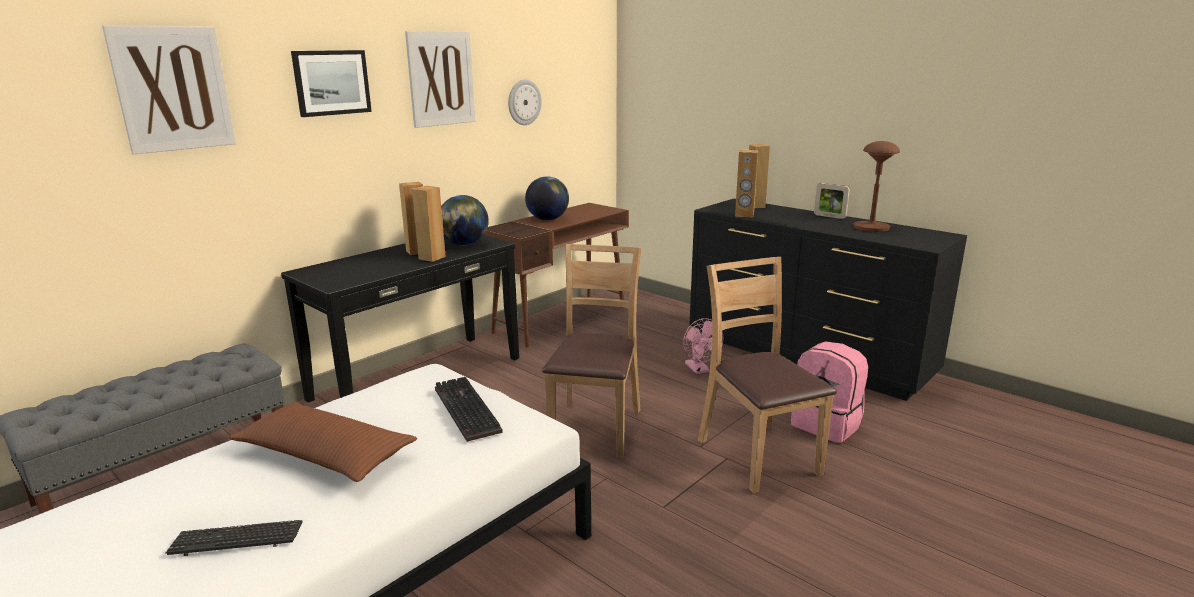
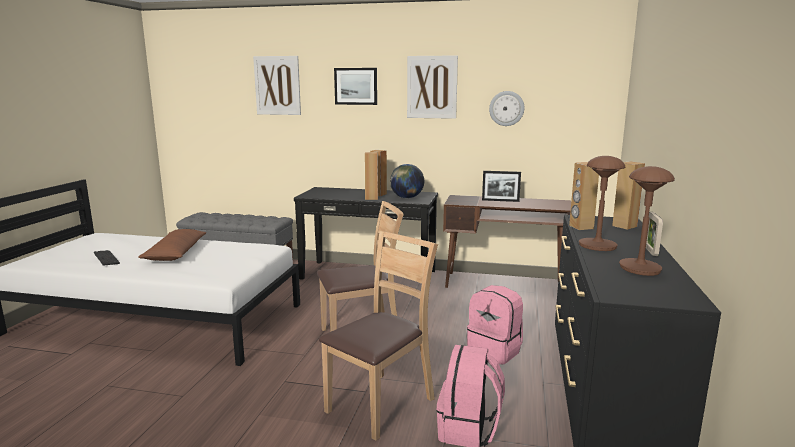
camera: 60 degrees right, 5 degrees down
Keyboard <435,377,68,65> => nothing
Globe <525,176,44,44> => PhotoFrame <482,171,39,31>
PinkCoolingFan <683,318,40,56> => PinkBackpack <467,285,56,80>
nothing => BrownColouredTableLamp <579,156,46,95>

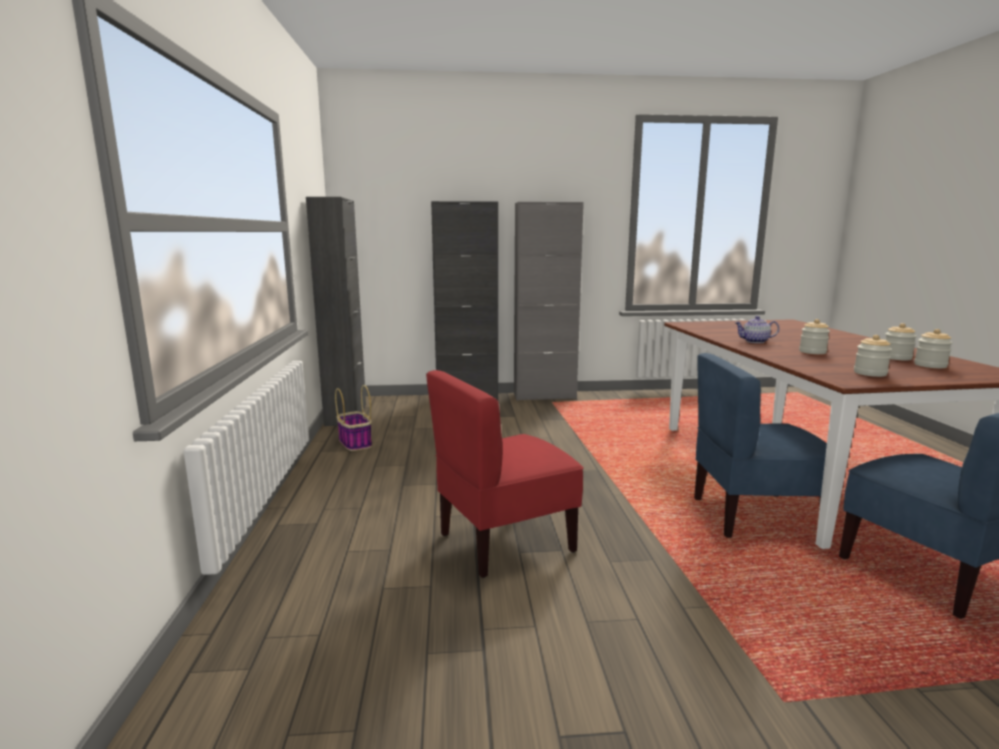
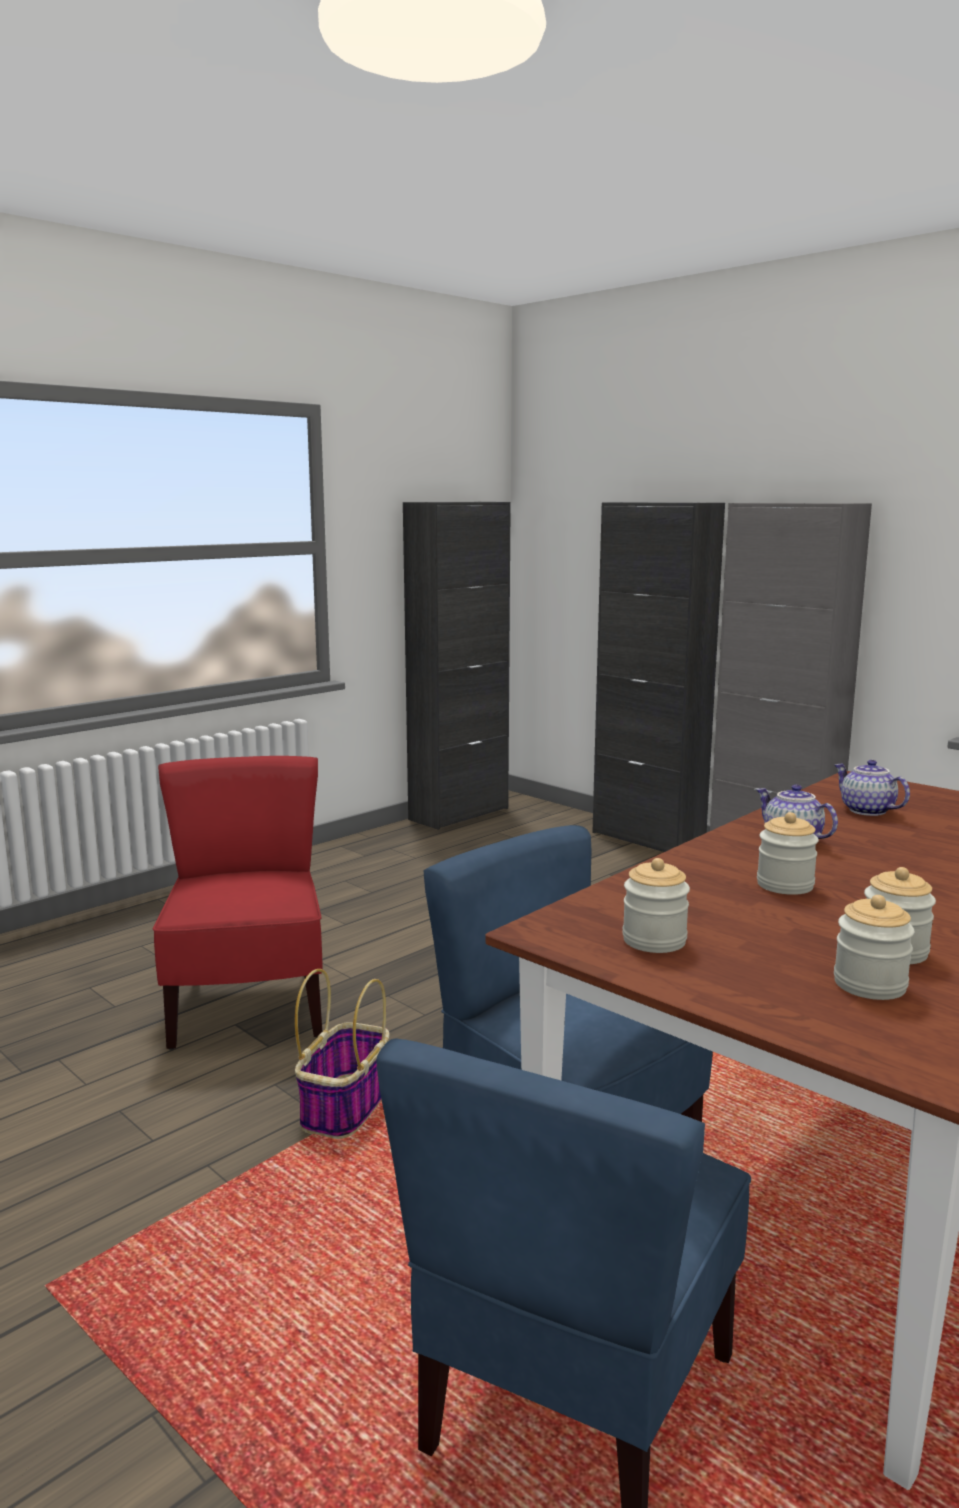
camera: 50 degrees right, 0 degrees up
Basket <335,385,37,66> => Basket <295,969,95,170>, relocated
RedUprightChair <426,370,158,208> => RedUprightChair <153,756,170,294>, 60 degrees clockwise
nothing => TeaPot <834,760,76,56>

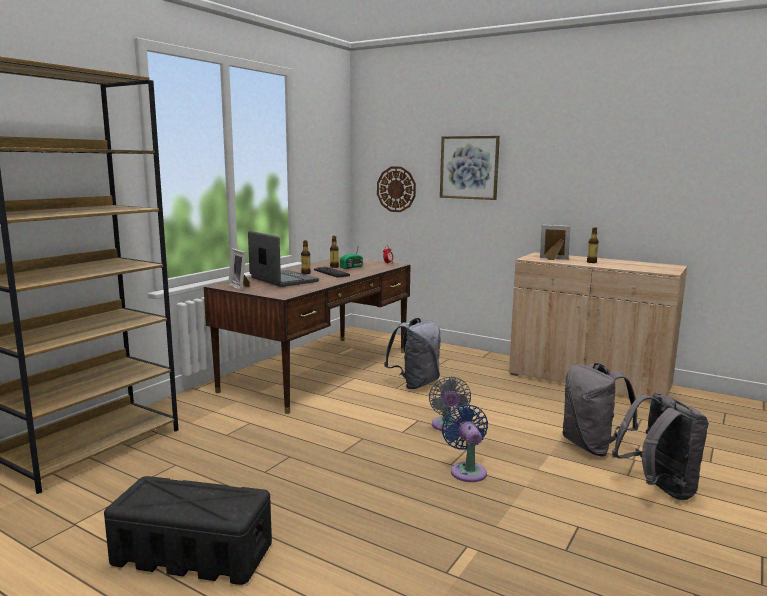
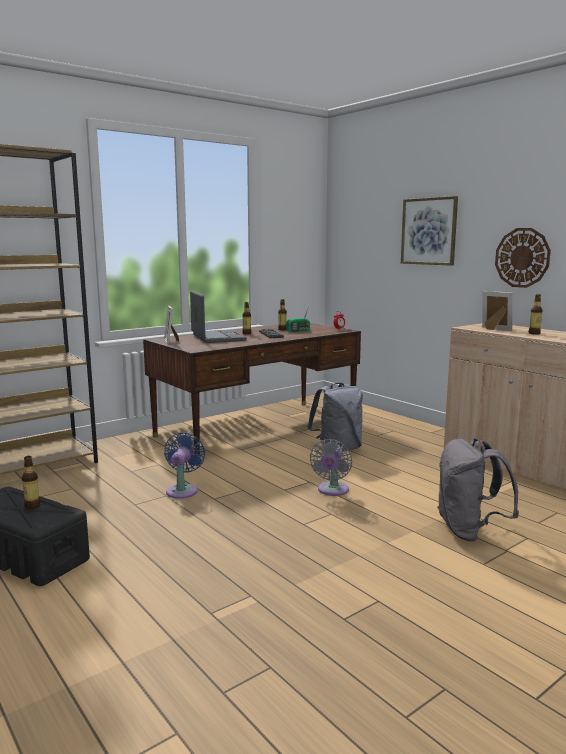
camera: 20 degrees right, 0 degrees up
HangingClock <377,167,39,45> => HangingClock <495,228,56,60>, relocated
BlueColouredCoolingFan <442,404,46,78> => BlueColouredCoolingFan <164,432,41,67>, relocated
GrayBackpack <612,392,97,108> => nothing
nothing => DrinkBottle <22,456,19,53>

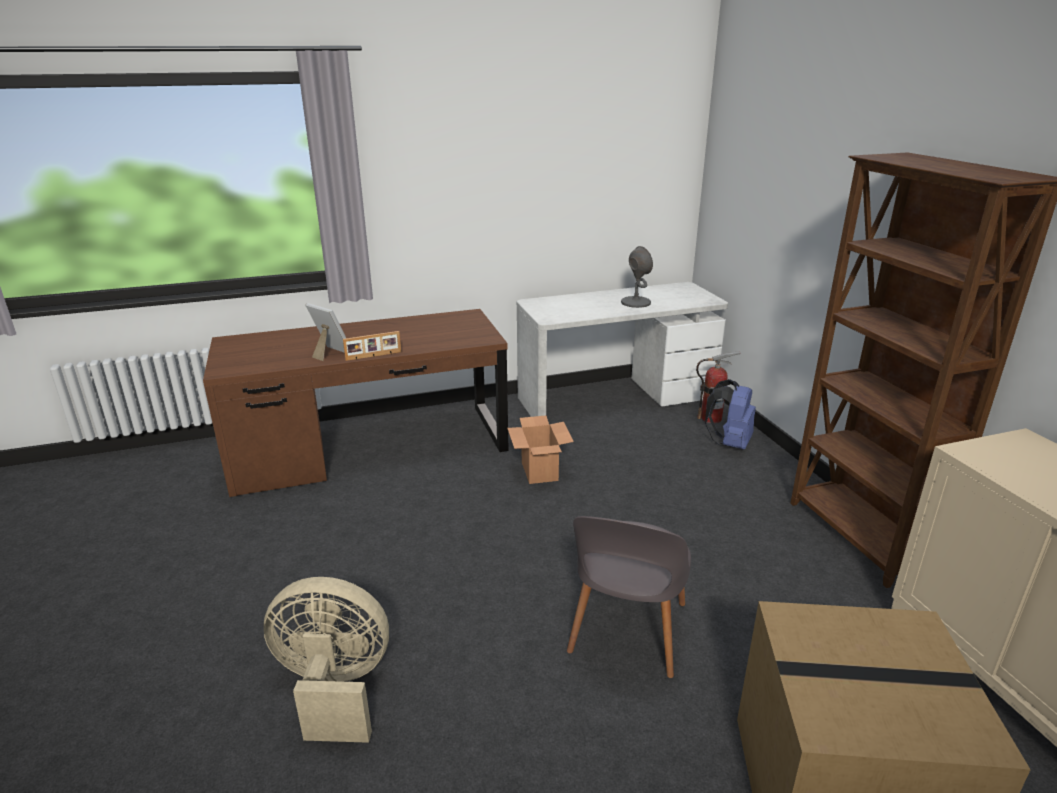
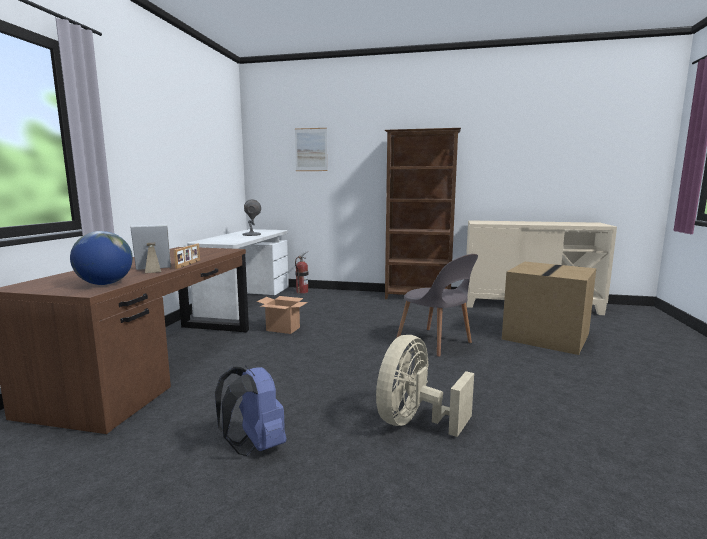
camera: 60 degrees left, 15 degrees down
BlueColouredBackpack <705,379,51,70> => BlueColouredBackpack <215,365,71,91>, relocated
nothing => Globe <70,231,63,54>
nothing => WallPicture <295,128,32,43>

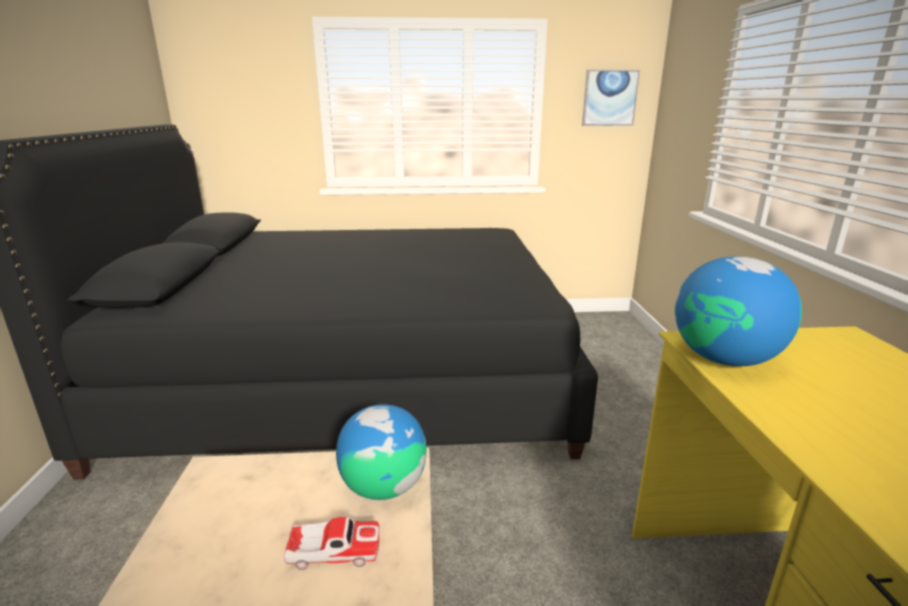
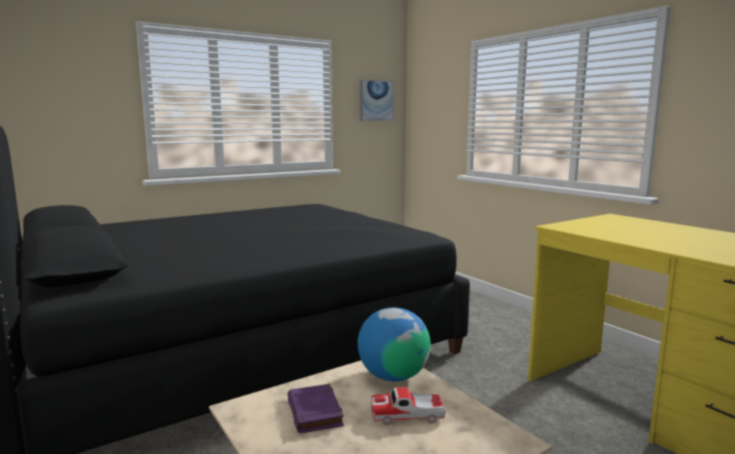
camera: 30 degrees left, 10 degrees down
ToyCar <284,517,96,53> => ToyCar <371,387,75,38>, 150 degrees counterclockwise
Globe <675,256,127,110> => nothing
nothing => PurplishVolume <287,384,57,49>

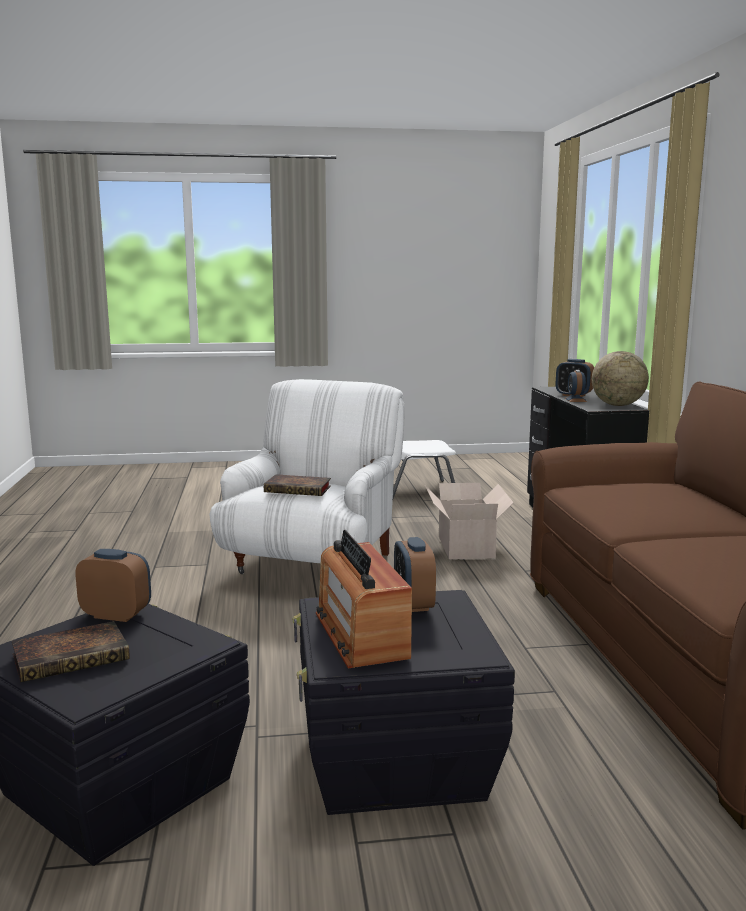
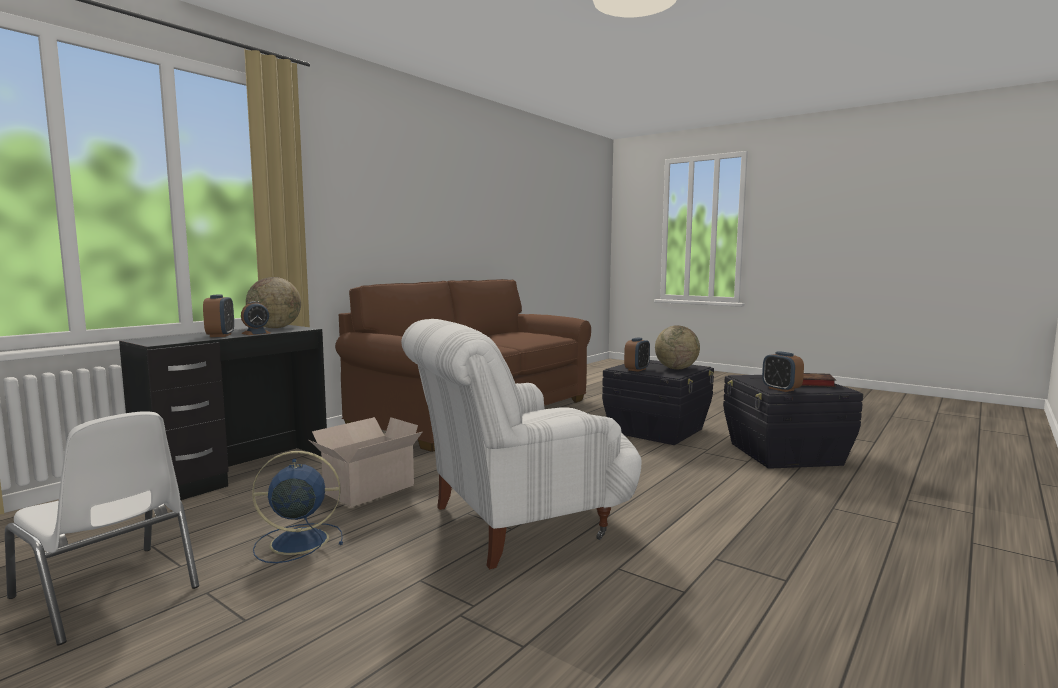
camera: 135 degrees left, 5 degrees down
Volume <264,474,67,22> => nothing
RadioReceiver <316,530,96,138> => Globe <655,325,45,44>
nothing => BlueColouredCoolingFan <252,451,91,112>

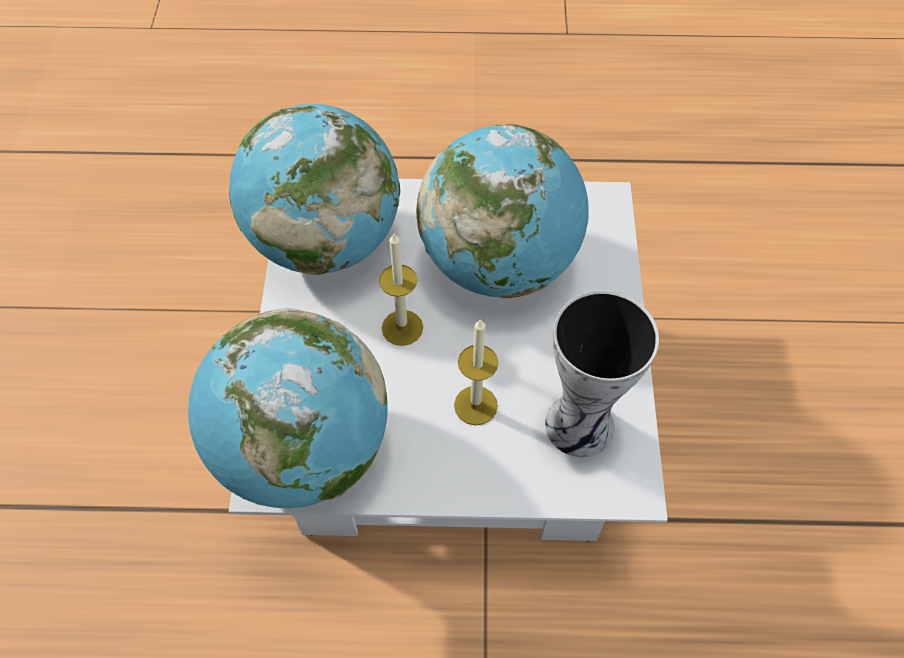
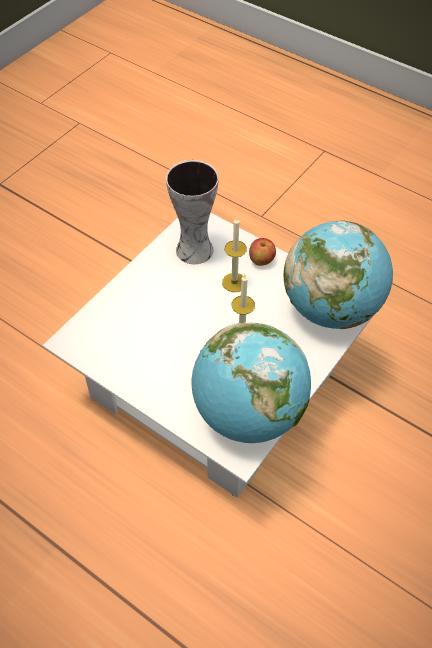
camera: 145 degrees left, 5 degrees down
Globe <417,124,172,174> => nothing
nothing => WholeApple <249,238,27,28>

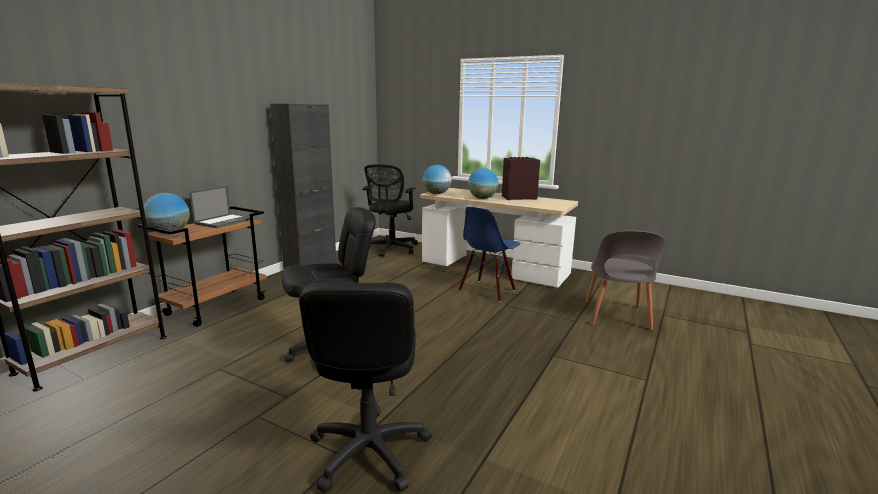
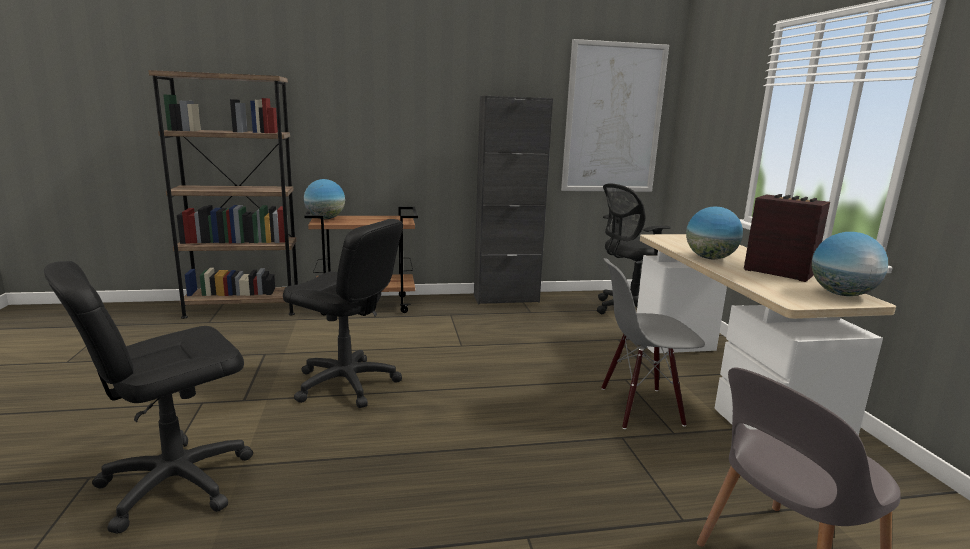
camera: 50 degrees right, 0 degrees up
Laptop <189,186,61,42> => nothing
Globe <423,165,29,29> => Globe <812,232,76,64>, relocated
BlueColouredUprightChair <459,207,61,95> => GrayUprightChair <601,258,104,171>
nothing => WallPicture <561,39,108,153>

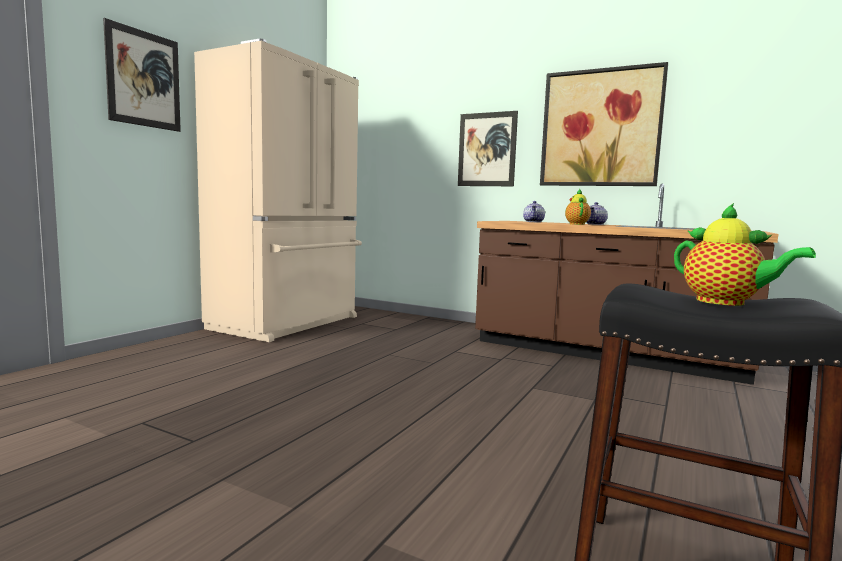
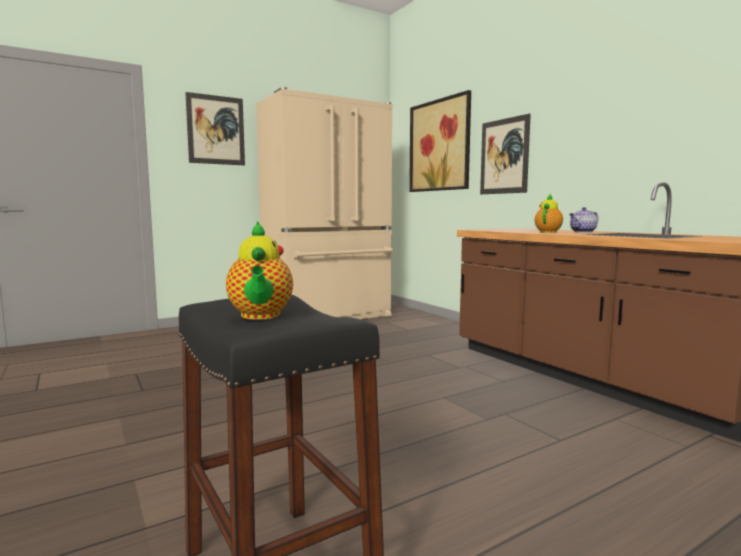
camera: 30 degrees right, 0 degrees up
TeaPot <523,201,22,21> => nothing
WallPicture <540,62,128,124> => WallPicture <409,90,62,102>, relocated

